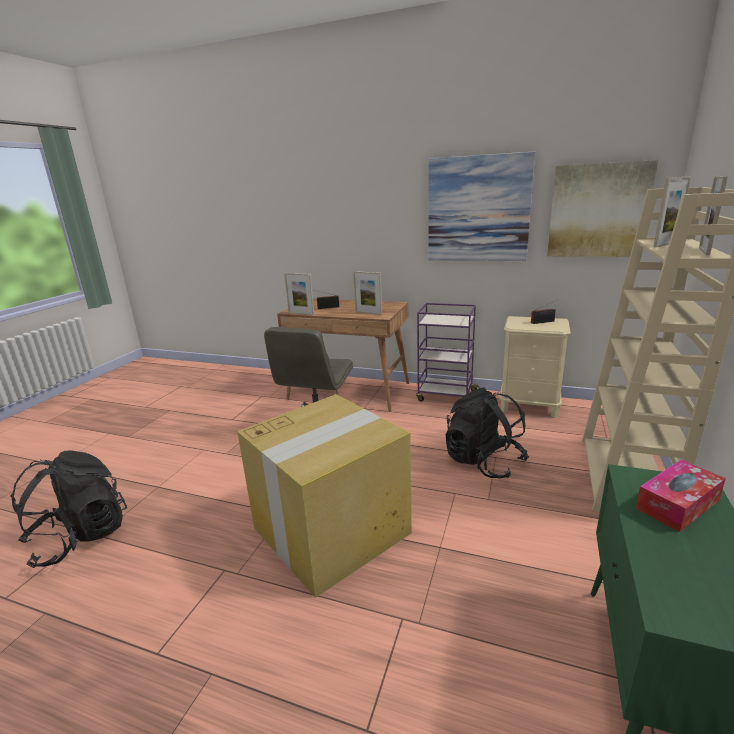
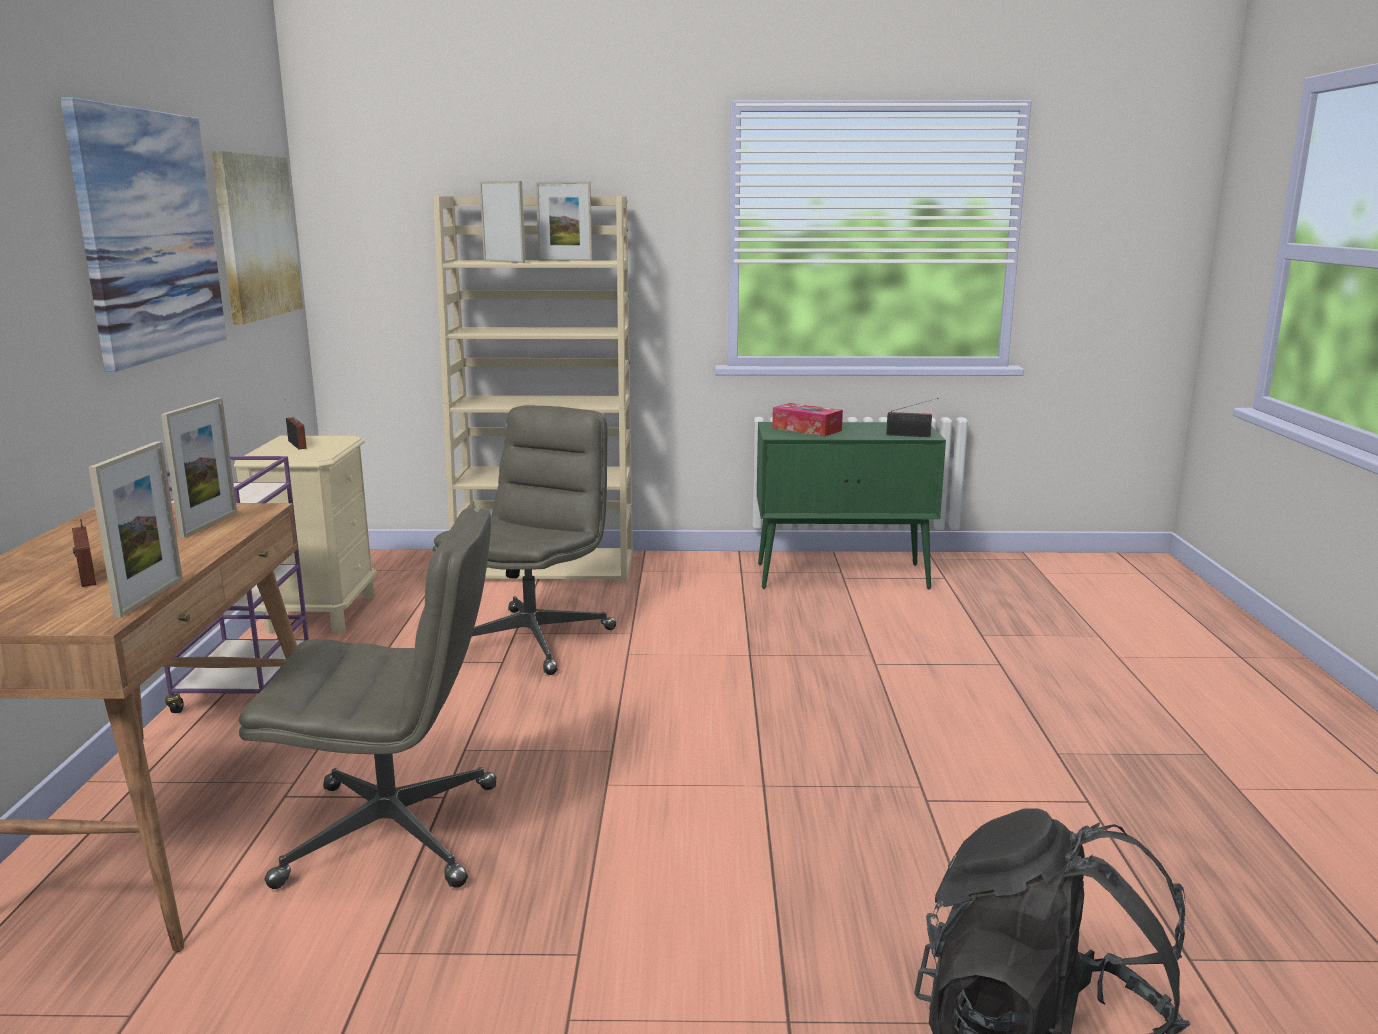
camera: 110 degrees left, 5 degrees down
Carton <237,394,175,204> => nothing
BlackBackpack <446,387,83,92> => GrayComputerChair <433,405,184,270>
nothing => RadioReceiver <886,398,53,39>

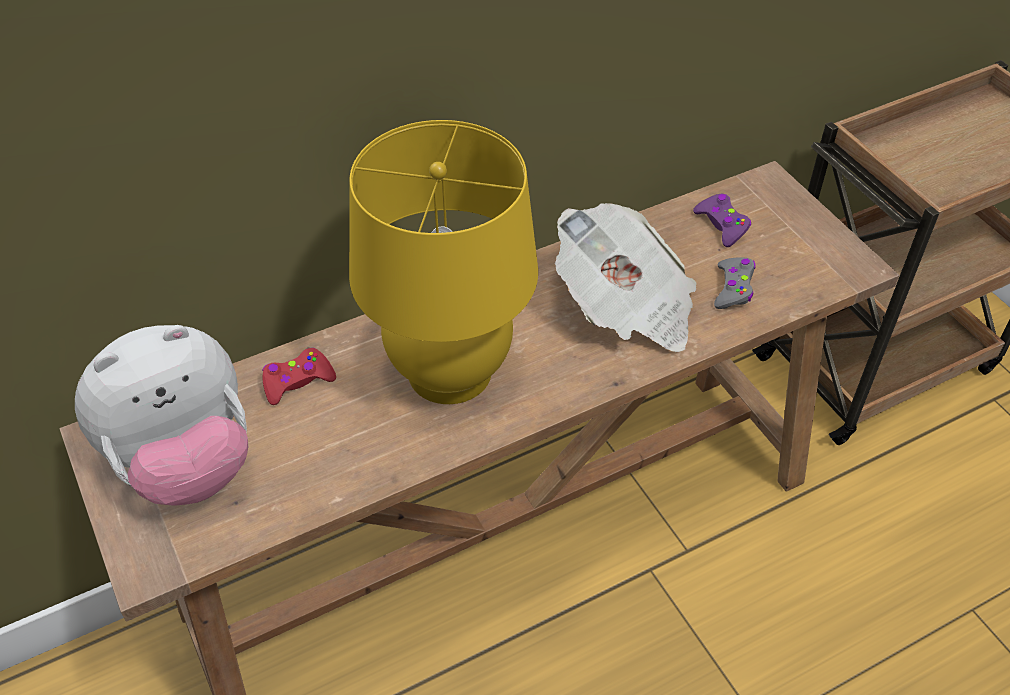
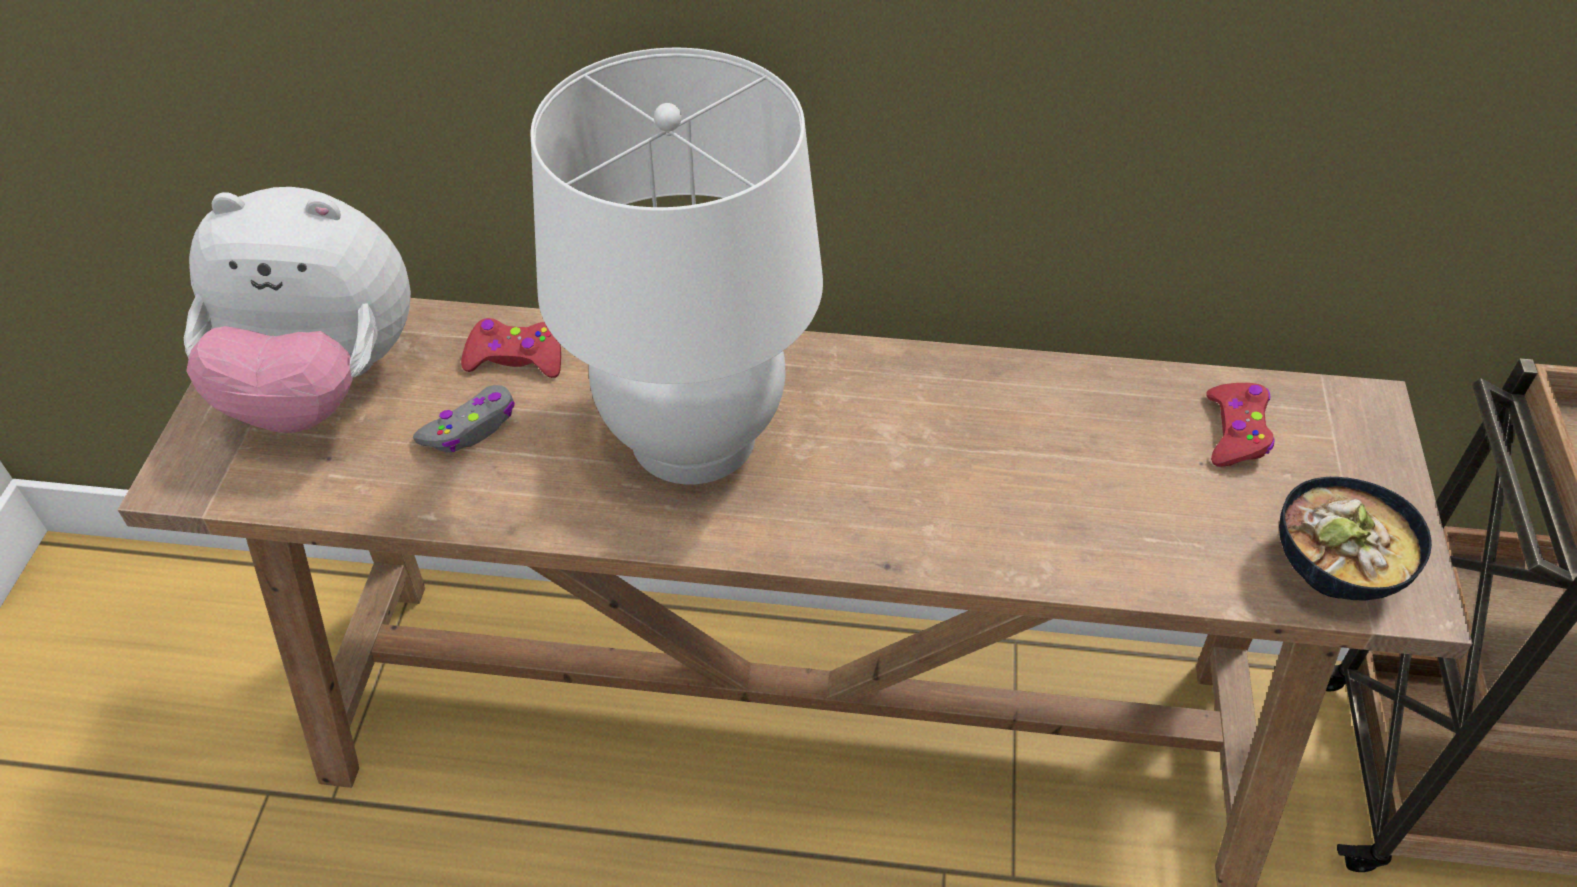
camera: 35 degrees right, 0 degrees up
YellowColouredTableLamp <349,120,189,284> => WhitishTableLamp <530,48,293,436>
DailyPaper <555,203,142,149> => nothing
PurplishGamepad <693,194,58,53> => RedGamepad <1206,383,68,84>
GrayGamepad <714,257,42,52> => GrayGamepad <413,385,102,68>, relocated
nothing => Bowl <1279,477,153,123>

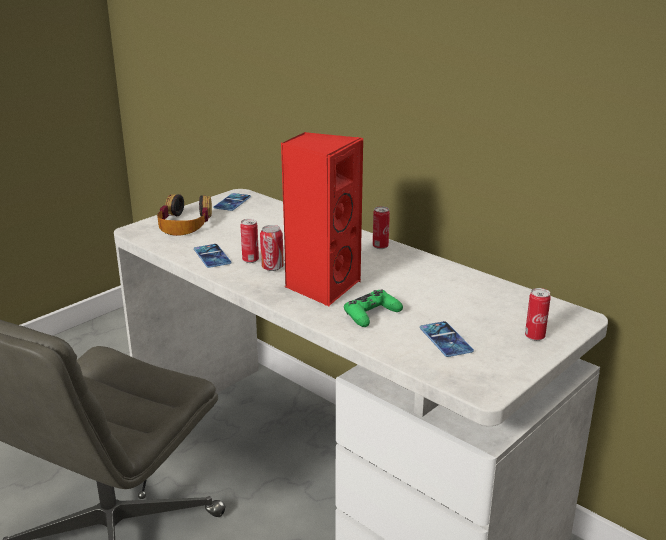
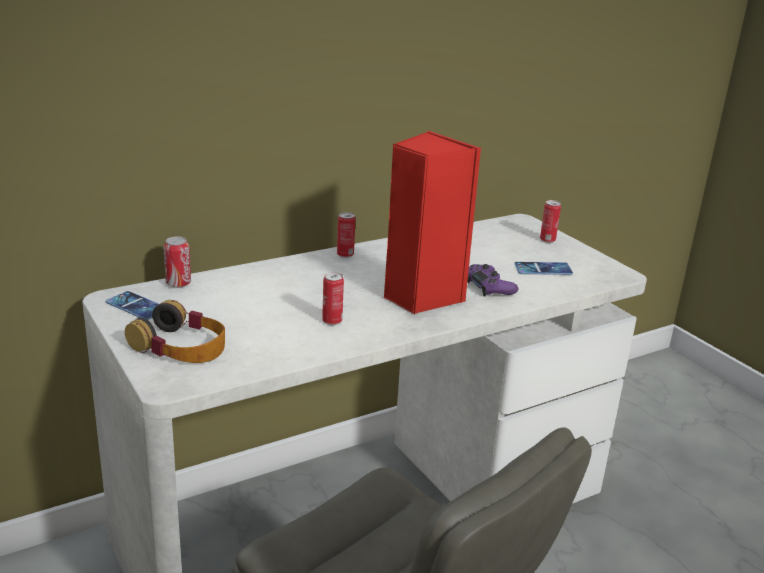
camera: 75 degrees left, 0 degrees up
Handset <194,244,37,24> => nothing
MetalCan <260,225,24,46> => MetalCan <163,236,28,52>, relocated
GreenishGamepad <344,290,59,37> => PurplishGamepad <467,264,51,32>

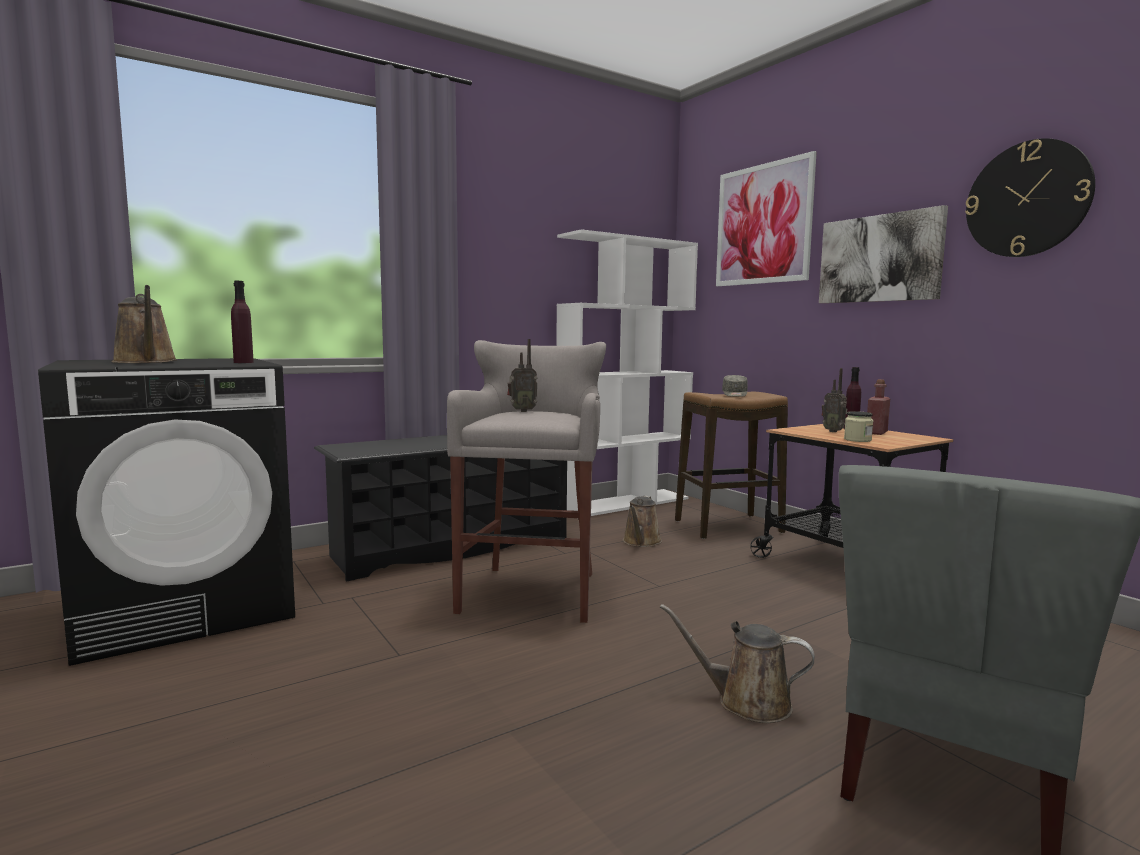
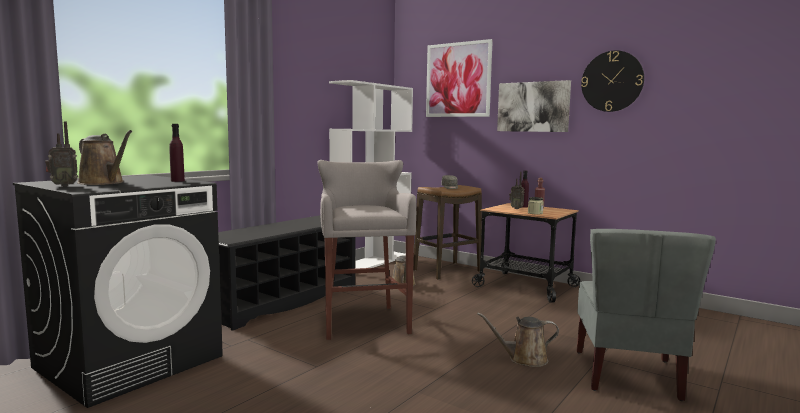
camera: 20 degrees left, 0 degrees up
RadioReceiver <507,339,30,73> => RadioReceiver <45,121,33,66>, relocated

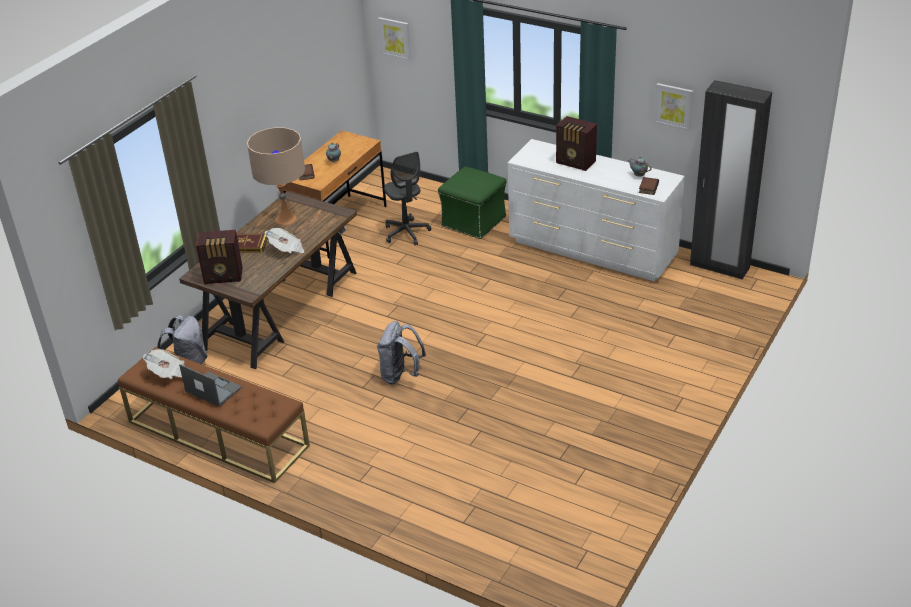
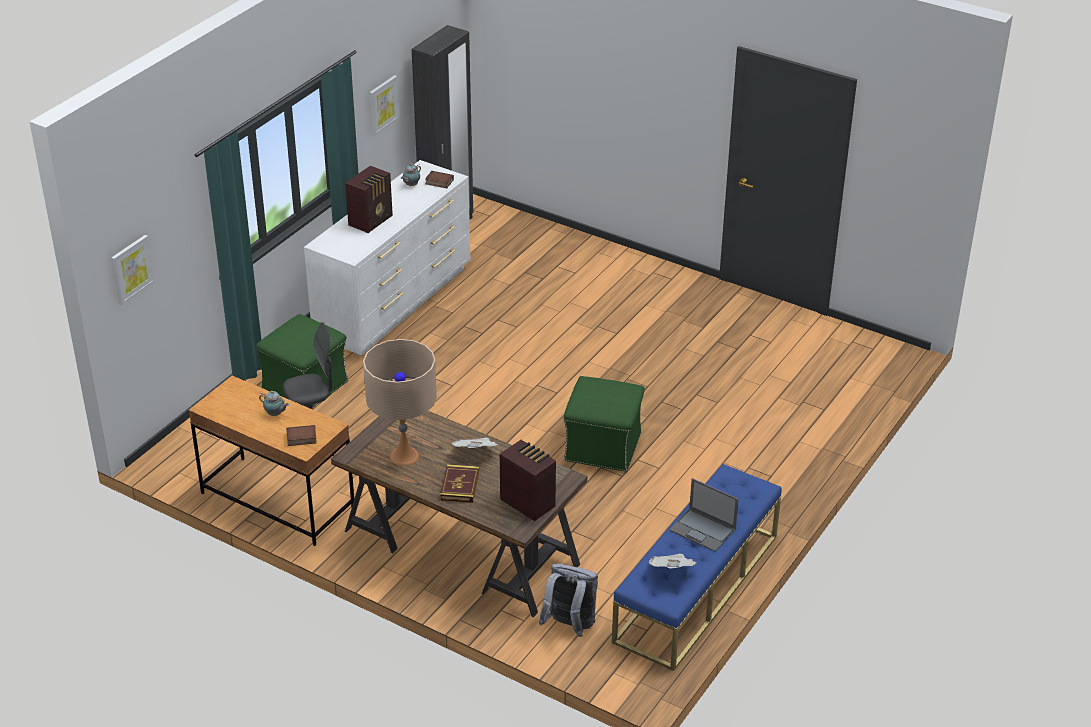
camera: 90 degrees left, 0 degrees up
BrownColouredIndoorBench <118,347,192,136> => BlueColouredIndoorBench <612,464,170,207>
Laptop <179,364,63,43> => Laptop <669,478,70,74>, 90 degrees counterclockwise
RadioReceiver <196,230,47,54> => RadioReceiver <500,440,56,81>, 45 degrees counterclockwise
GrayBackpack <377,321,49,63> => GreenishFootrest <564,376,81,96>

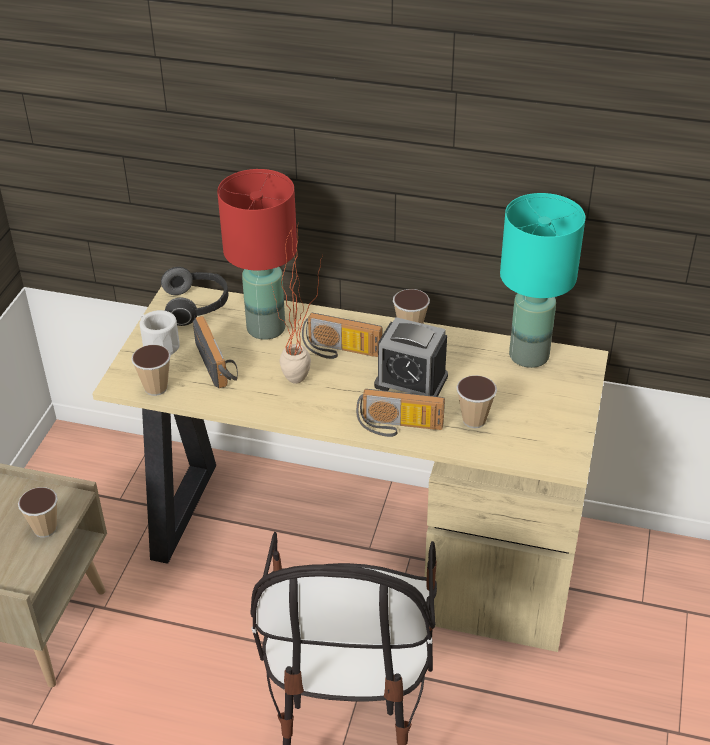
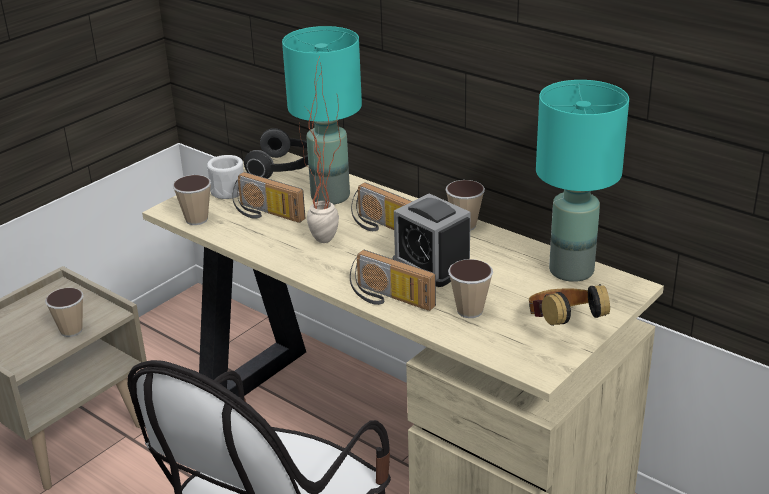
camera: 25 degrees right, 10 degrees down
RadioReceiver <193,316,45,72> => RadioReceiver <232,172,73,51>, 120 degrees clockwise
RedTableLamp <217,169,80,171> => TurquoiseColouredTableLamp <282,26,80,179>
nothing => Headset <529,284,81,42>

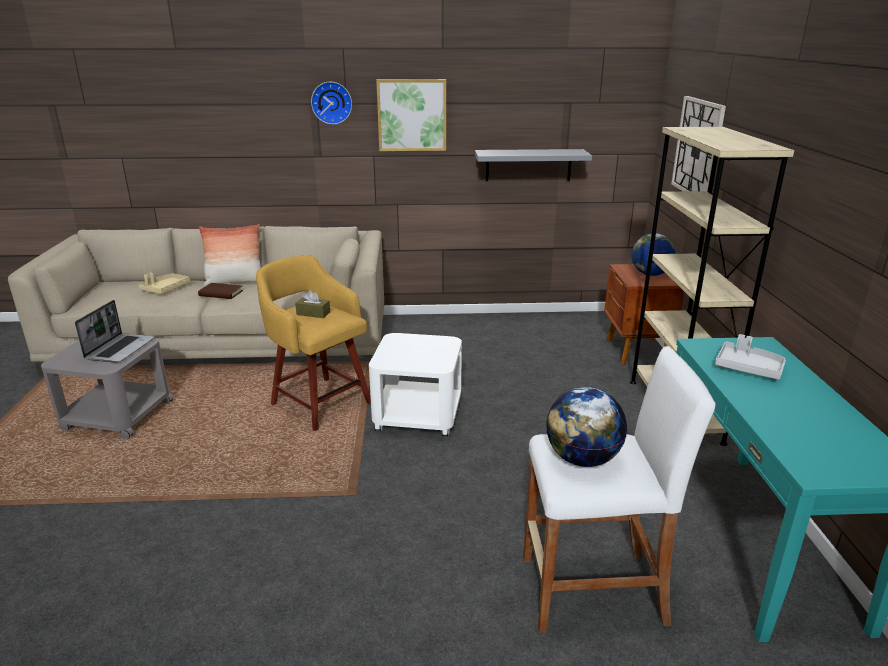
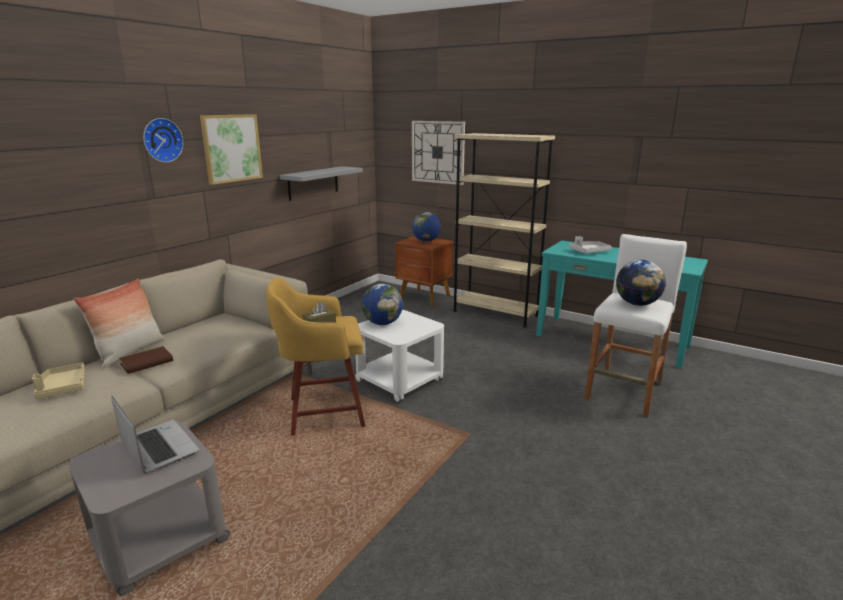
camera: 55 degrees left, 5 degrees down
nothing => Globe <362,284,41,41>

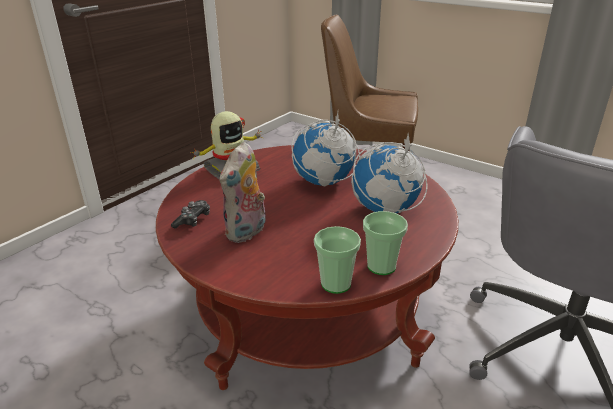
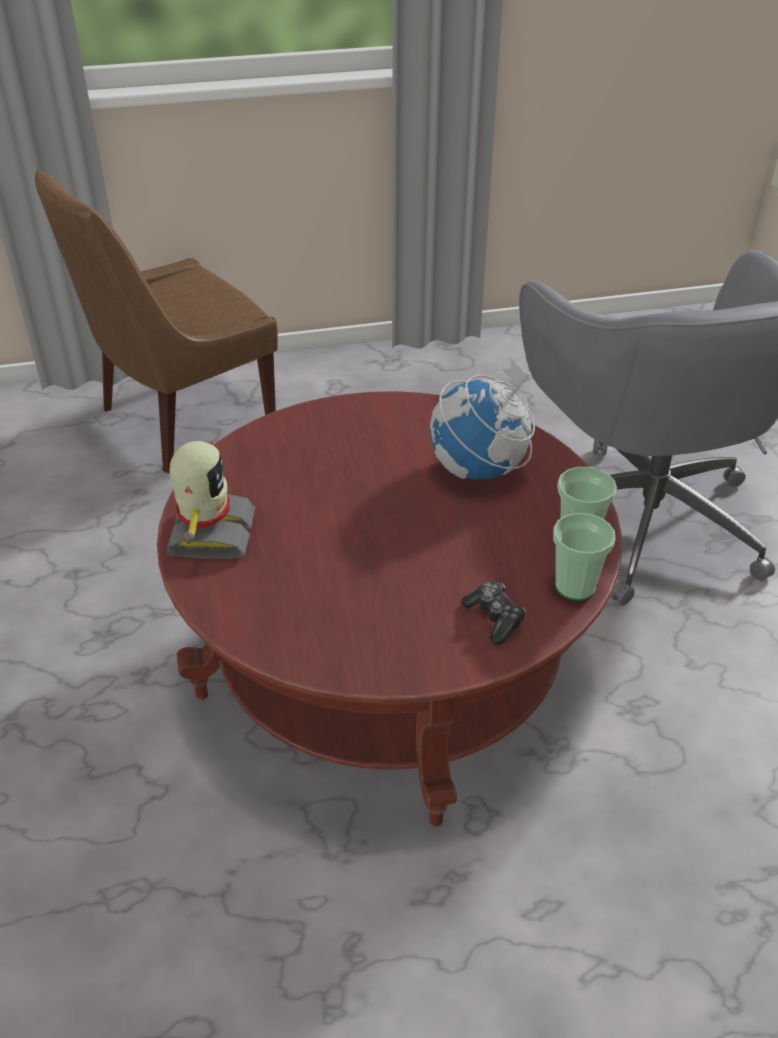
camera: 50 degrees left, 10 degrees up
Gamepad <171,200,39,29> => Gamepad <461,581,65,64>, relocated
CuddlyToy <219,142,51,101> => nothing
Globe <291,112,69,74> => nothing

